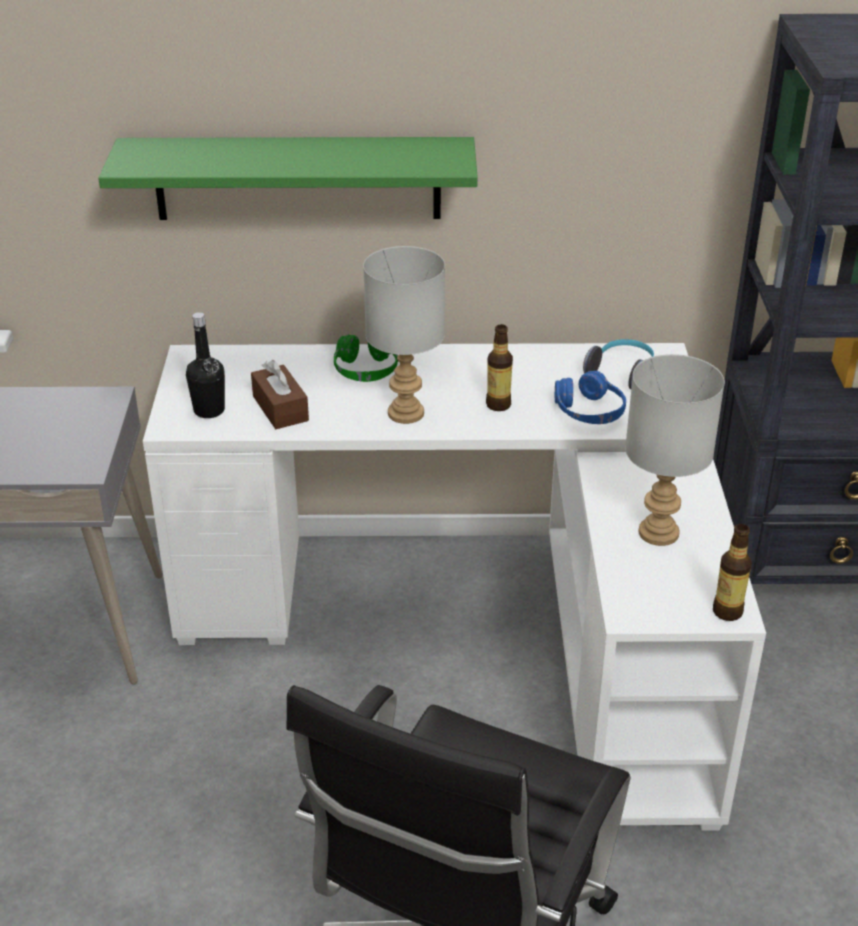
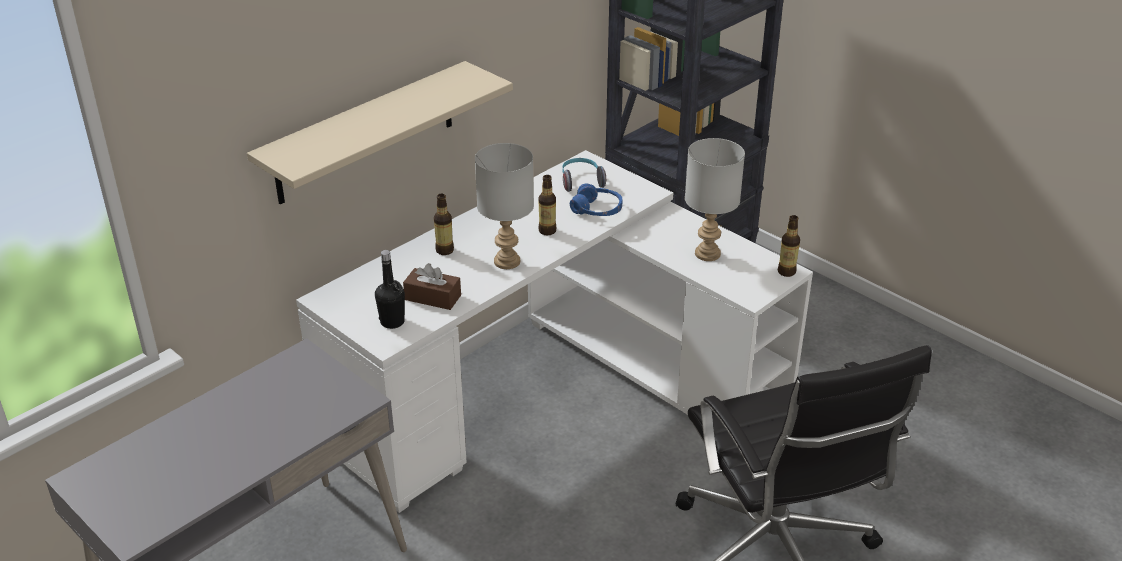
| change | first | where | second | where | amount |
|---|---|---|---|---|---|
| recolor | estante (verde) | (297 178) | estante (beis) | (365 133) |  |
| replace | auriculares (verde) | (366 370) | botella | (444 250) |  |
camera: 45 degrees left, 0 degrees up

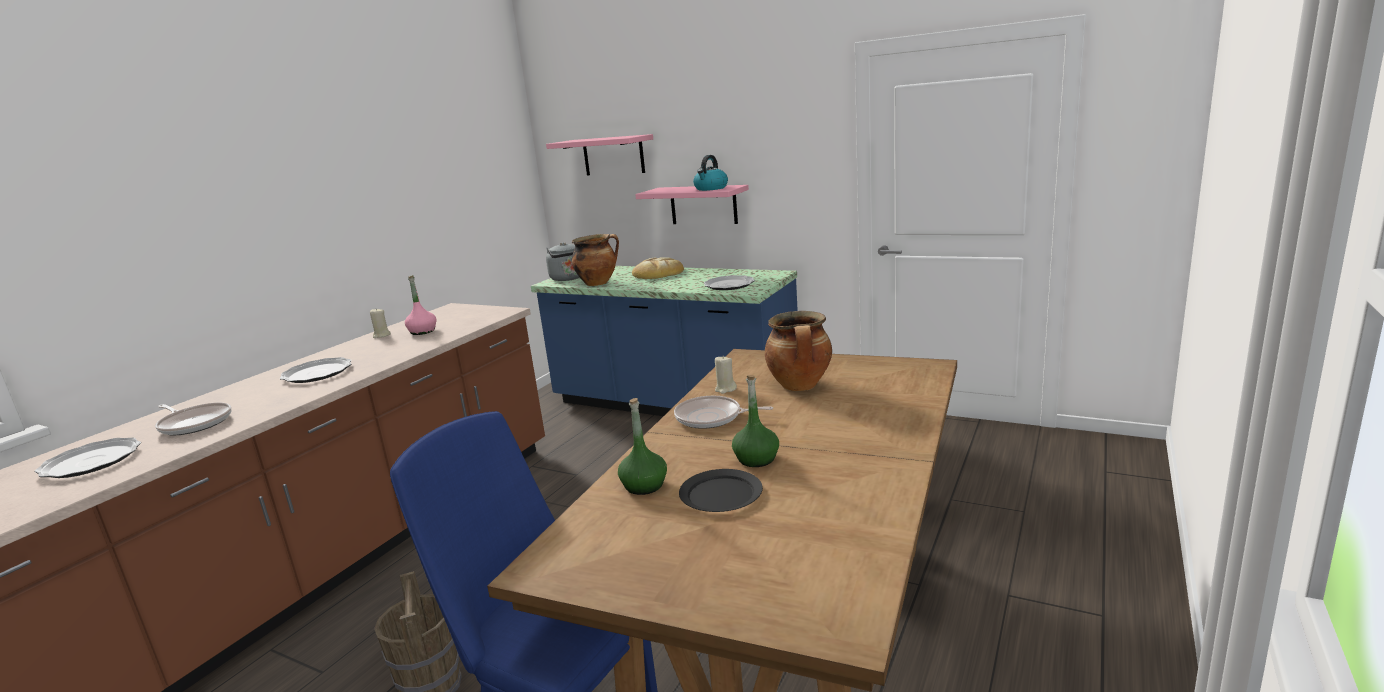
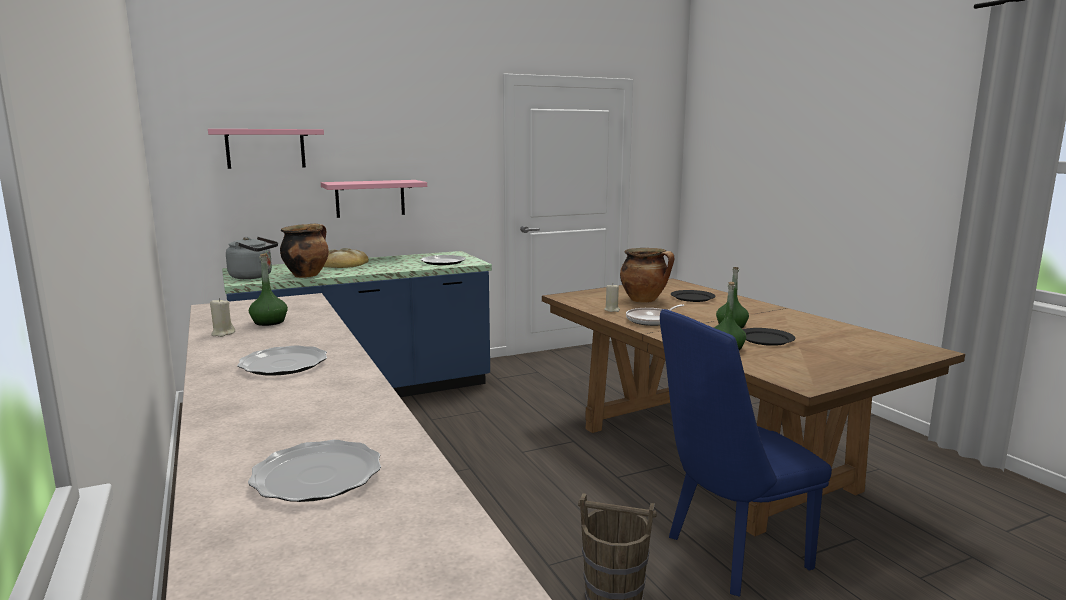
| change | first | where | second | where | amount |
|---|---|---|---|---|---|
| delete | hervidor | (711 188) |  |  |  |
| recolor | botella (rosa) | (422 331) | botella (verde) | (269 322) |  |
| delete | sartén | (194 423) |  |  |  |
| insert |  |  | plato (negro) | (692 298) |  |
camera: 55 degrees left, 5 degrees down

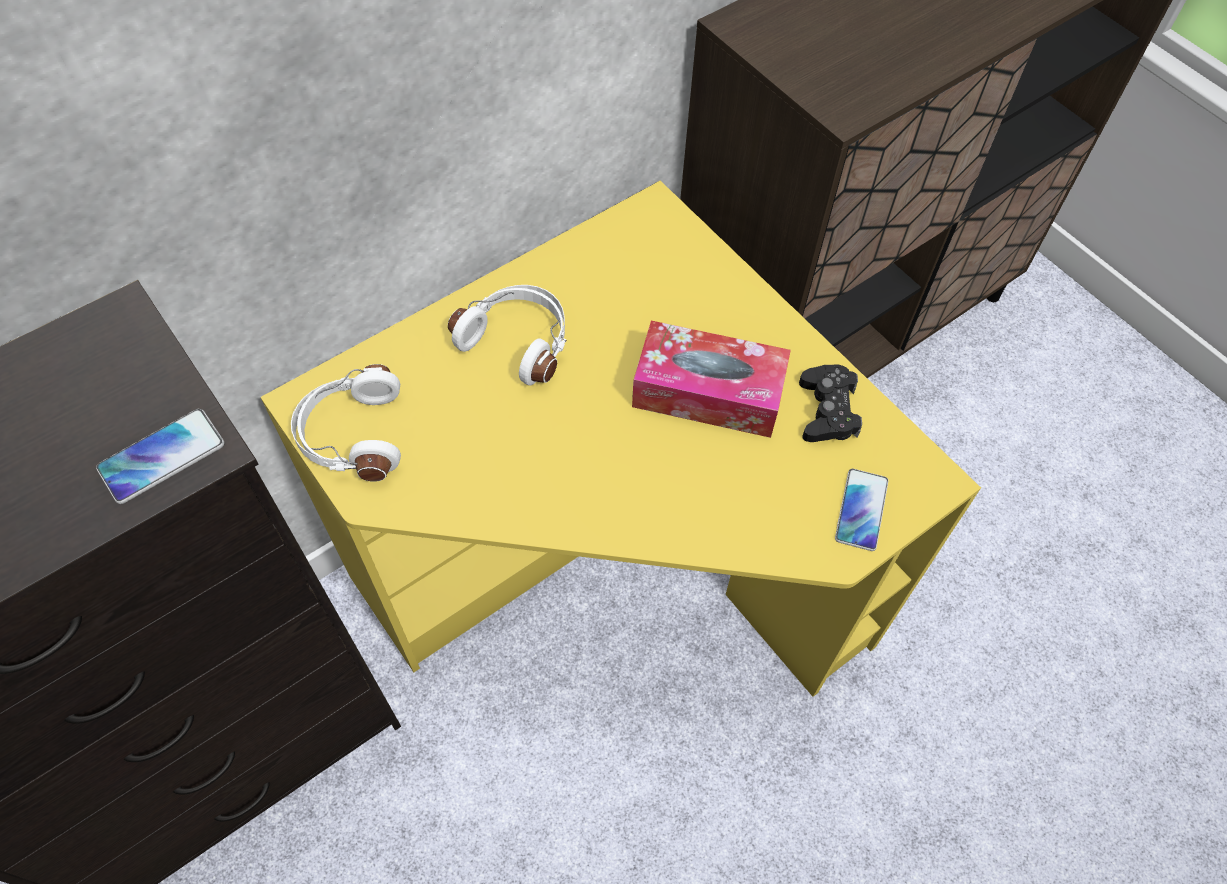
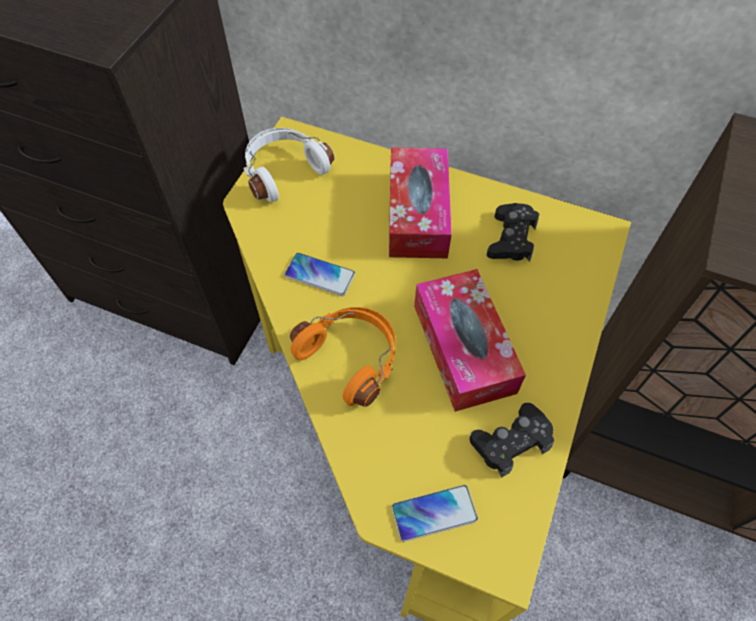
| change | first | where | second | where | amount |
|---|---|---|---|---|---|
| replace | auriculares (blanco) | (518 341) | caja de pañuelos | (417 214) |  |
| move | móvil | (162 457) |  | (320 275) |  |
| insert |  |  | mando de consola (negro) | (511 238) |  |
| insert |  |  | auriculares (naranja) | (351 357) |  |
camera: 60 degrees right, 0 degrees up

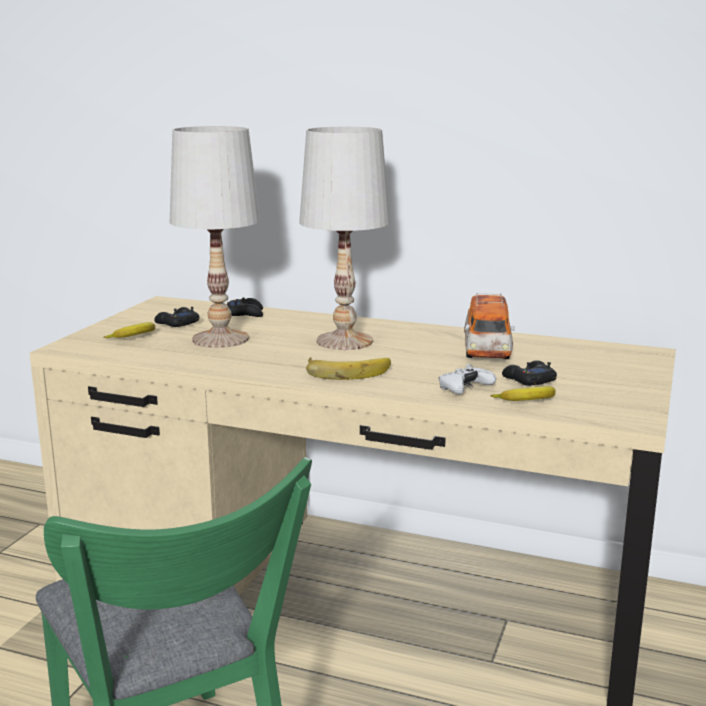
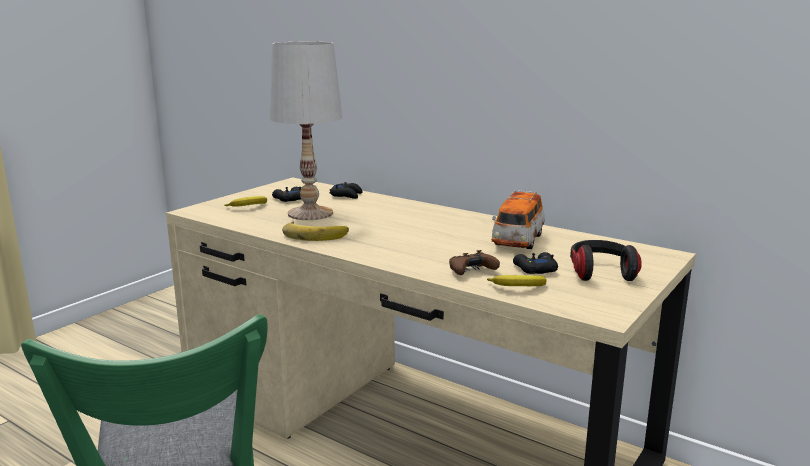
| change | first | where | second | where | amount |
|---|---|---|---|---|---|
| delete | lámpara de mesa (blanco) | (343 341) |  |  |  |
| move | plátano | (347 371) |  | (315 234) |  |
| recolor | mando de consola (blanco) | (464 389) | mando de consola (marrón) | (471 271) |  |
| insert |  |  | auriculares | (601 273) |  |
camera: 15 degrees right, 0 degrees up

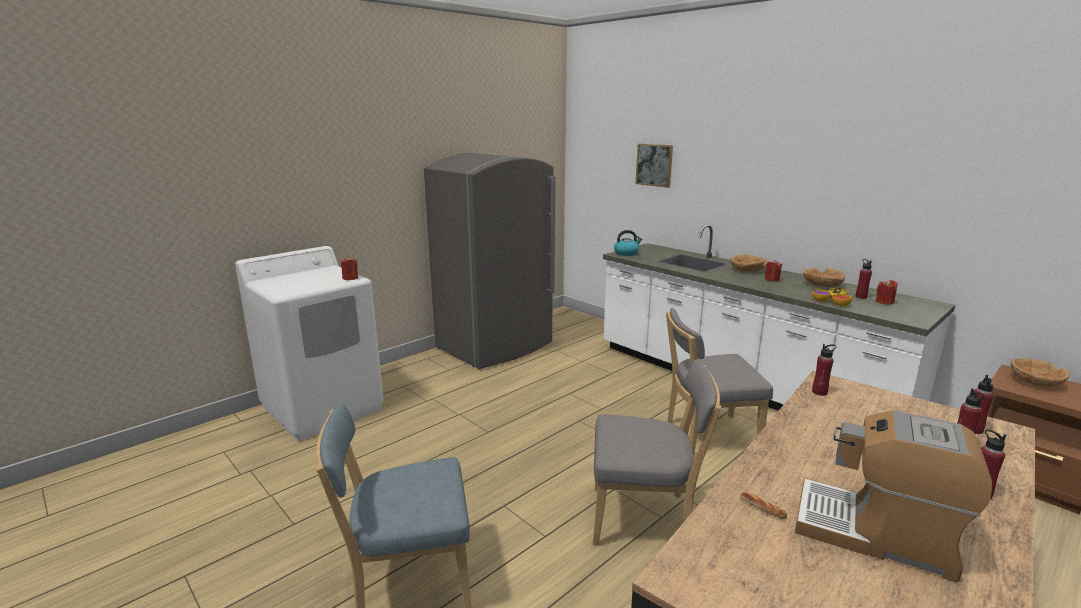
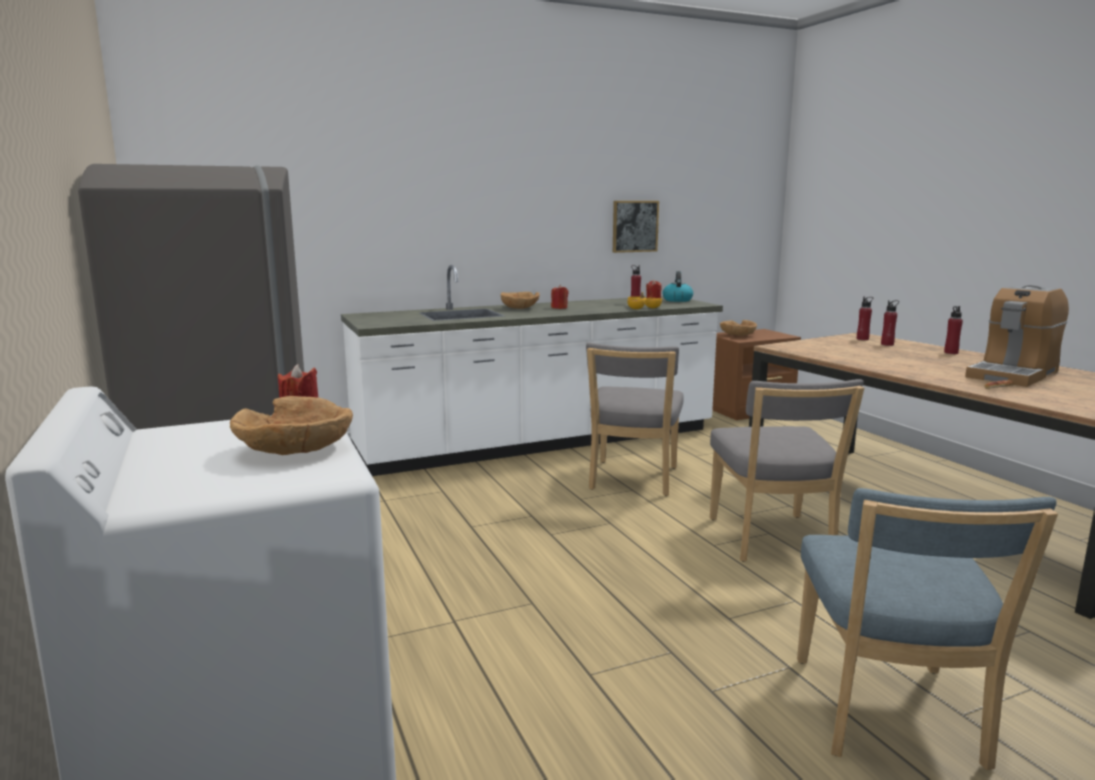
| change | first | where | second | where | amount |
|---|---|---|---|---|---|
| move | cuadro | (654 165) |  | (635 226) |  |
| move | hervidor | (626 253) |  | (677 300) |  |
| move | cuenco (marrón) | (822 285) |  | (297 449) |  |
| delete | botella (rojo) | (819 392) |  |  |  |
| rotate | silla (gris) | (645 519) |  | (772 541) | 150 degrees clockwise |
camera: 70 degrees left, 5 degrees down

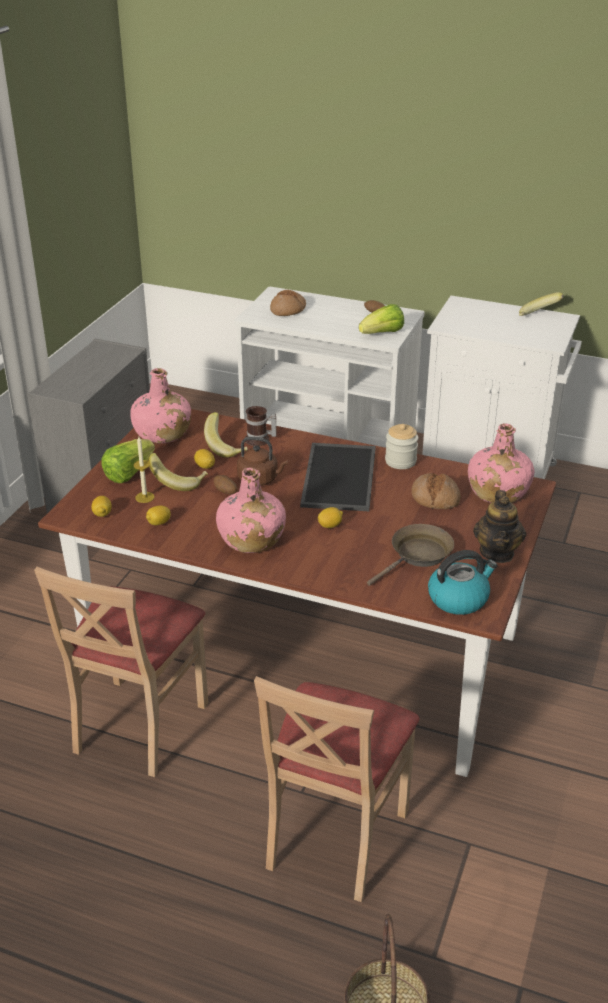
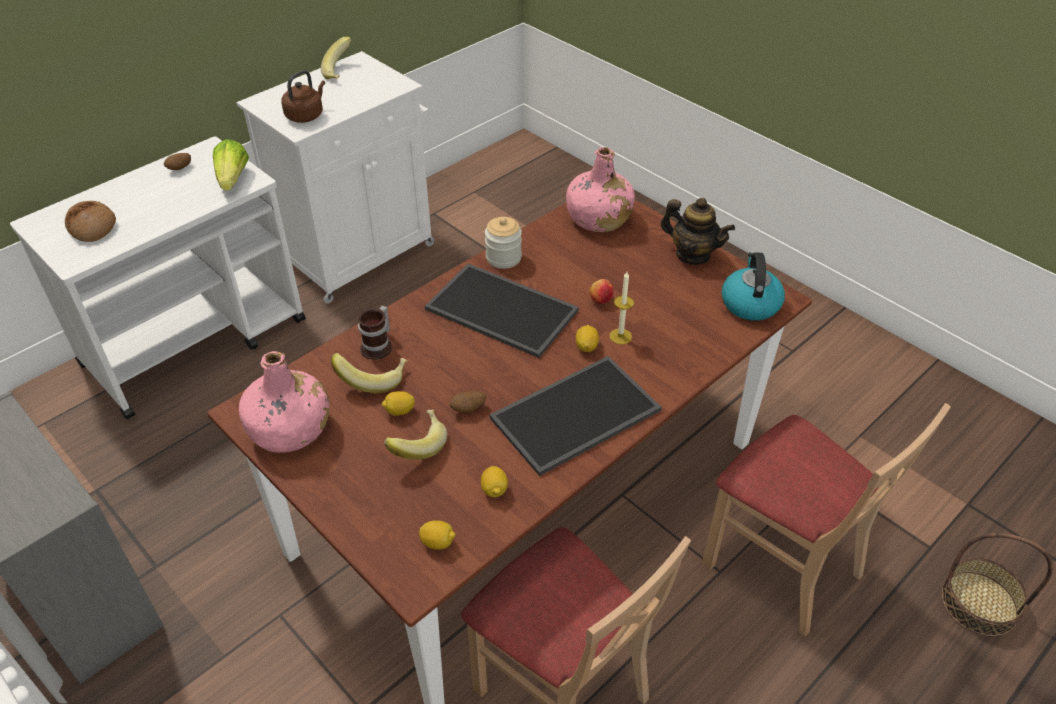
| change | first | where | second | where | amount |
|---|---|---|---|---|---|
| move | vela | (145 497) |  | (620 336) |  |
| move | hervidor (marrón) | (260 479) |  | (306 115) |  |
| delete | lechuga | (128 473) |  |  |  |
| replace | botella (rosa) | (251 539) | bandeja | (575 416) |  |
| delete | pan | (435 498) |  |  |  |
| delete | sartén (marrón) | (418 555) |  |  |  |
| insert |  |  | manzana | (600 299) |  |
camera: 65 degrees left, 10 degrees up

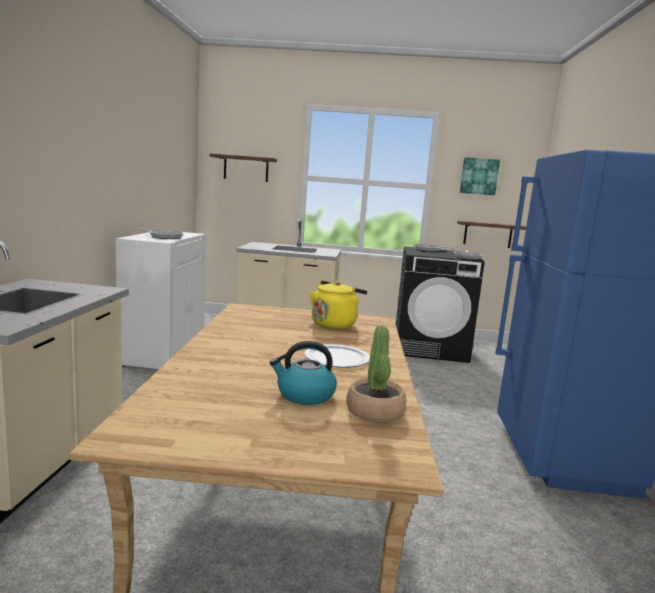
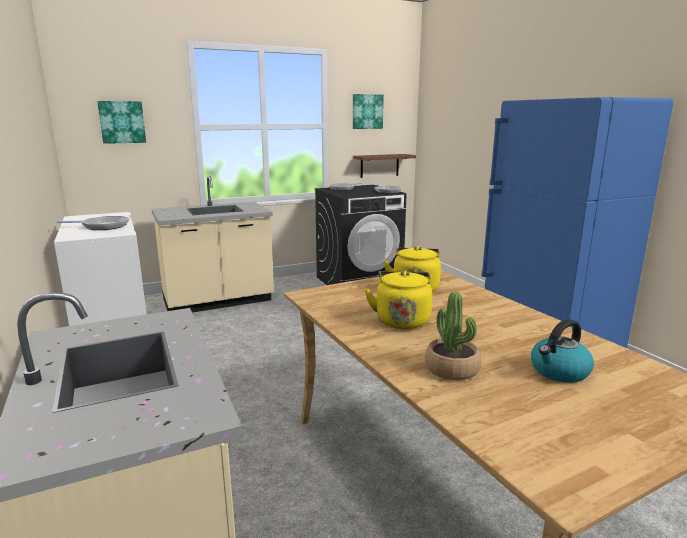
| change | first | where | second | where | amount |
|---|---|---|---|---|---|
| replace | estante (marrón) | (246 168) | cuadro | (122 122) |  |
| move | planta en maceta | (375 412) |  | (452 369) |  |
| delete | plato | (337 358) |  |  |  |
| insert |  |  | hervidor (amarillo) | (402 320) |  |
camera: 30 degrees left, 5 degrees up

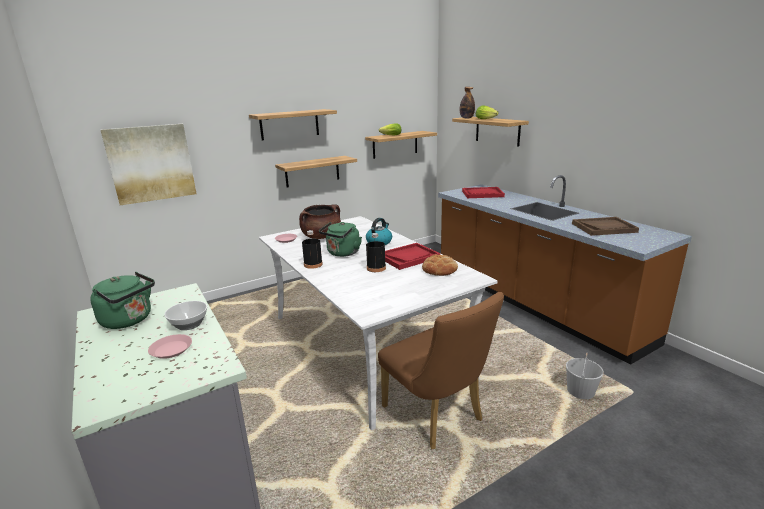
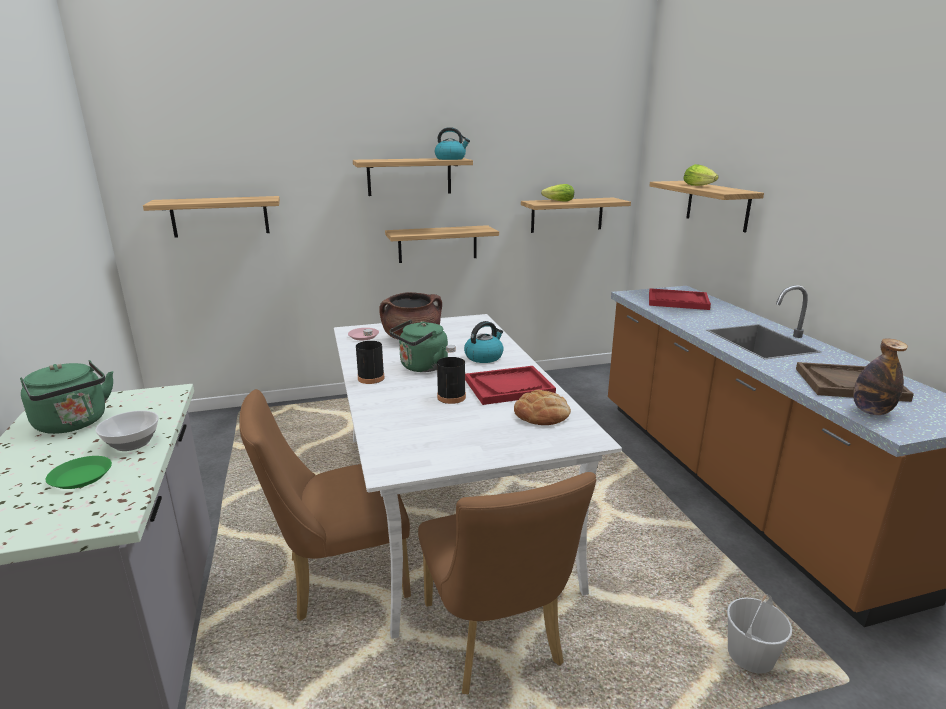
| change | first | where | second | where | amount |
|---|---|---|---|---|---|
| move | botella | (466 118) |  | (871 411) |  |
| replace | cuadro | (151 163) | estante | (220 216) |  |
| recolor | plato (rosa) | (171 349) | plato (verde) | (80 477) |  |
| insert |  |  | hervidor | (451 159) |  |
| insert |  |  | silla (marrón) | (338 578) |  |
camera: 15 degrees right, 0 degrees up

